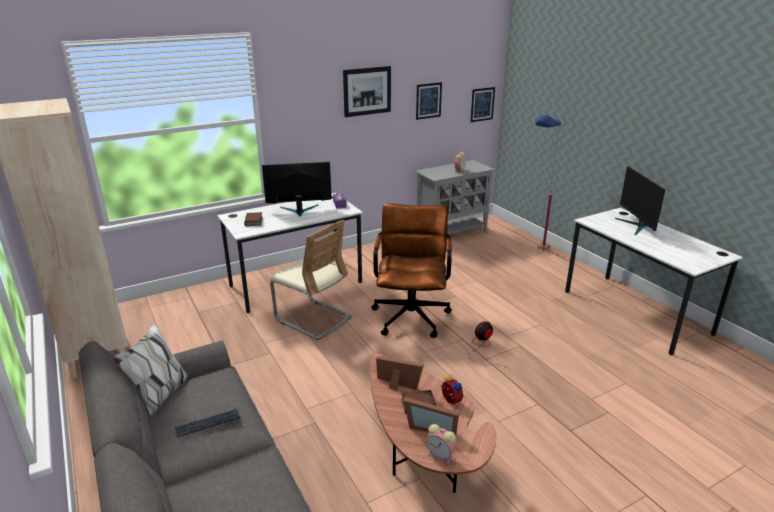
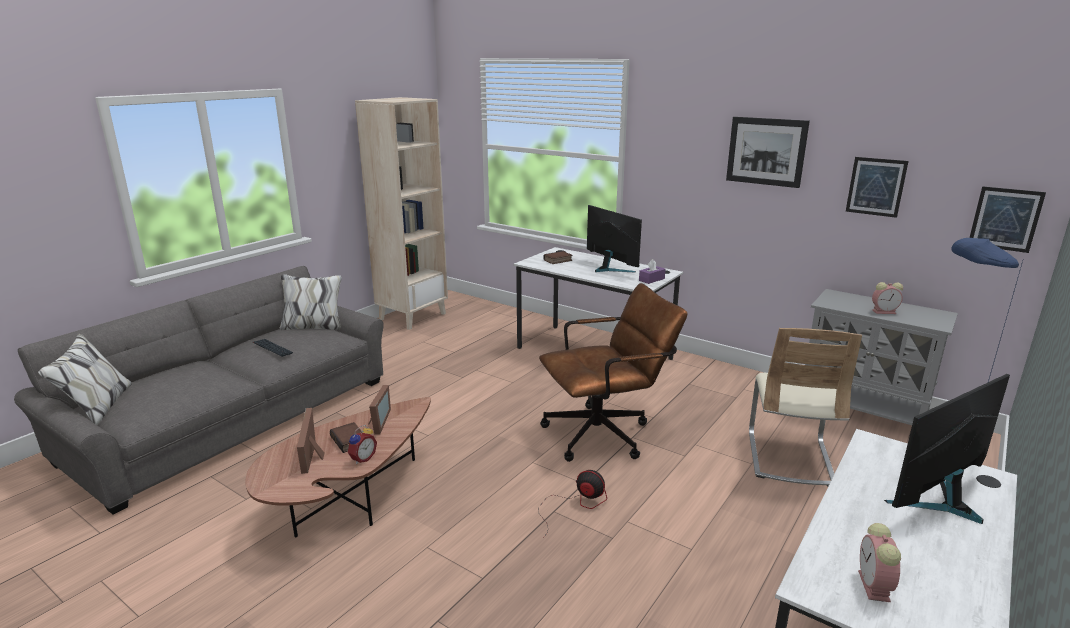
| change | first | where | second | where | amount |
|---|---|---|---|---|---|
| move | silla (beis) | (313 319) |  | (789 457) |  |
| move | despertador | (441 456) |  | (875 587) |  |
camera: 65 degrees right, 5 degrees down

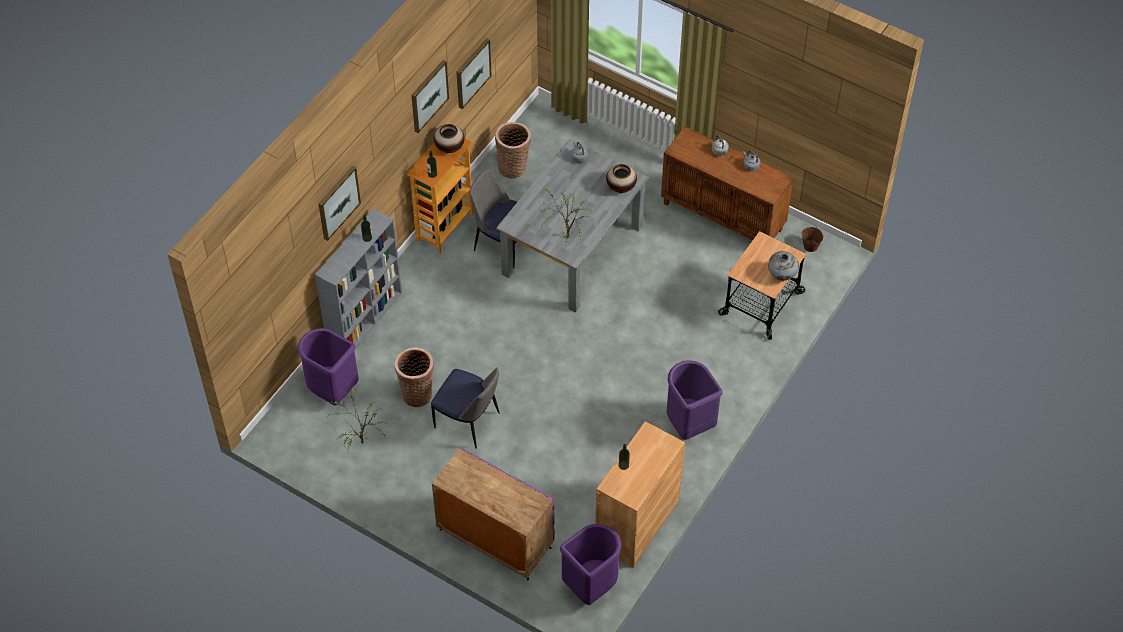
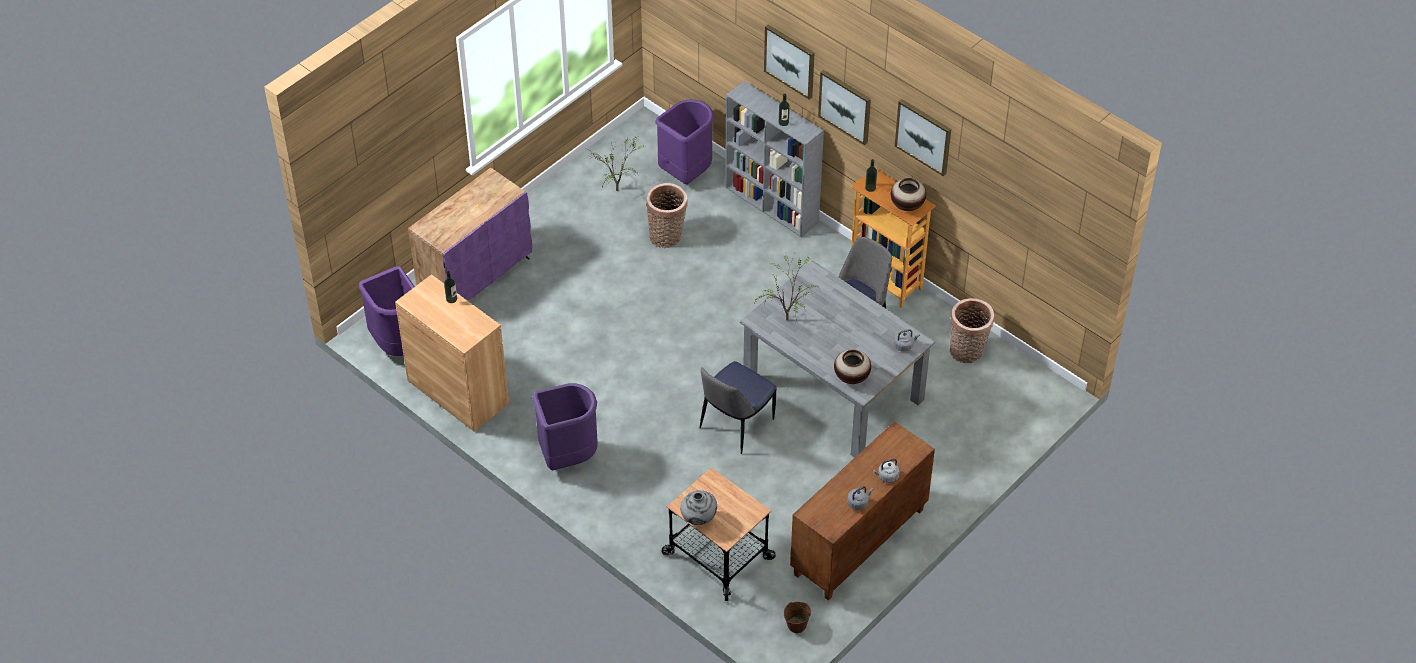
| change | first | where | second | where | amount |
|---|---|---|---|---|---|
| move | cuadro | (472 73) |  | (845 106) |  |
| move | silla | (468 422) |  | (735 425) |  |
camera: 100 degrees right, 5 degrees down

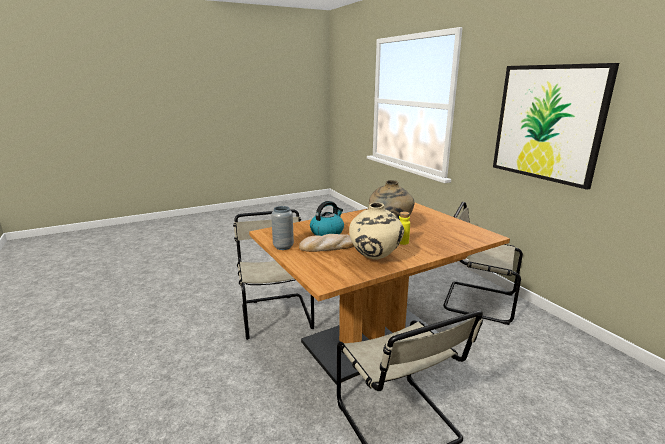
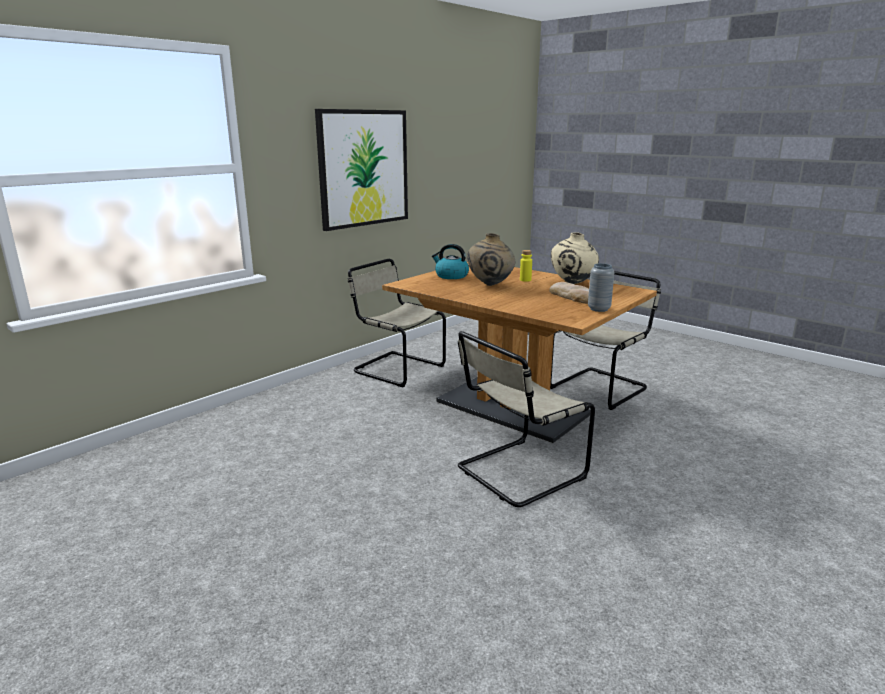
| change | first | where | second | where | amount |
|---|---|---|---|---|---|
| move | hervidor | (327 232) |  | (451 276) |  |
| rotate | silla (beis) | (476 301) |  | (396 368) | 120 degrees clockwise |
camera: 110 degrees left, 0 degrees up

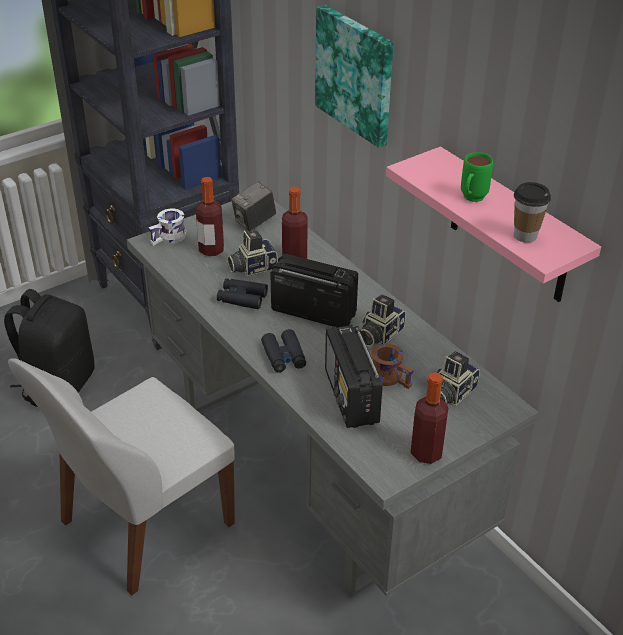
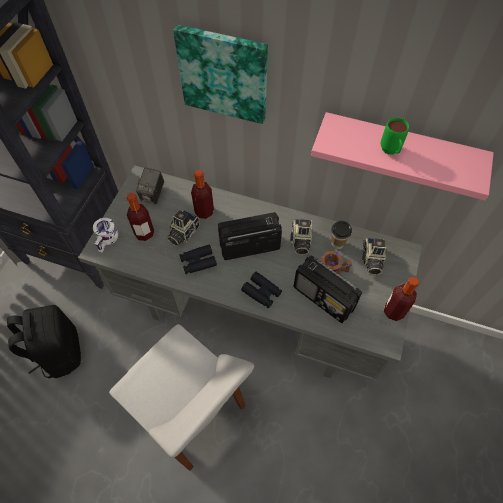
| change | first | where | second | where | amount |
|---|---|---|---|---|---|
| move | taza | (525 236) |  | (337 244) |  |
| rotate | silla (blanco) | (143 525) |  | (191 411) | 60 degrees counterclockwise |
camera: 35 degrees left, 20 degrees up

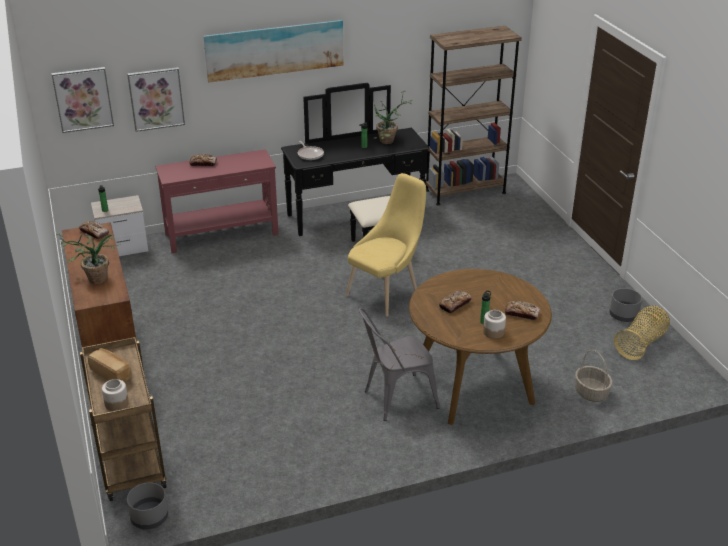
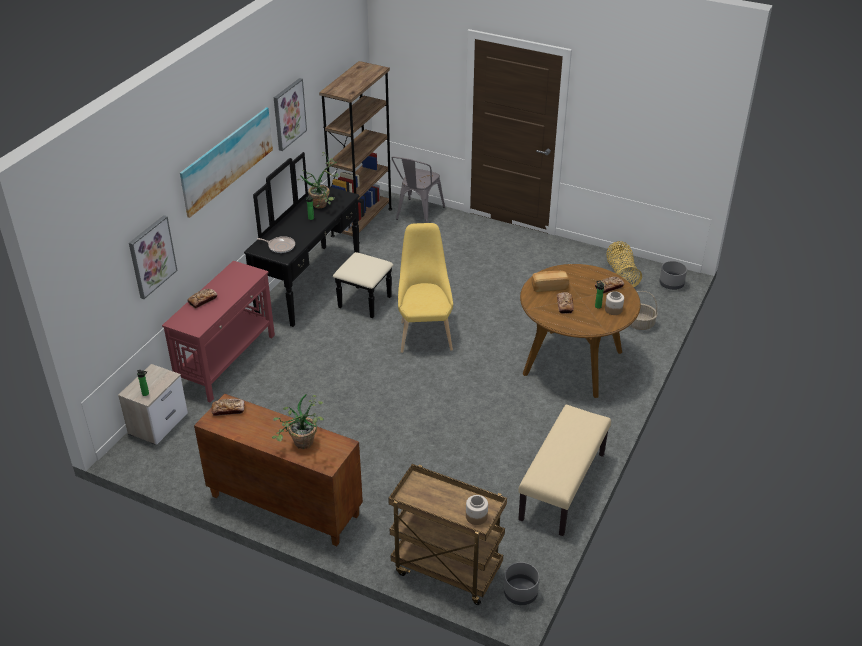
| change | first | where | second | where | amount |
|---|---|---|---|---|---|
| move | cuadro | (83 99) |  | (289 114) |  |
| move | maceta (gris) | (624 315) |  | (671 284) |  |
| move | silla (gris) | (395 399) |  | (417 214) |  |
| move | pan | (112 374) |  | (549 287) |  |
| insert |  |  | banco (beis) | (563 487) |  |
camera: 45 degrees left, 5 degrees up

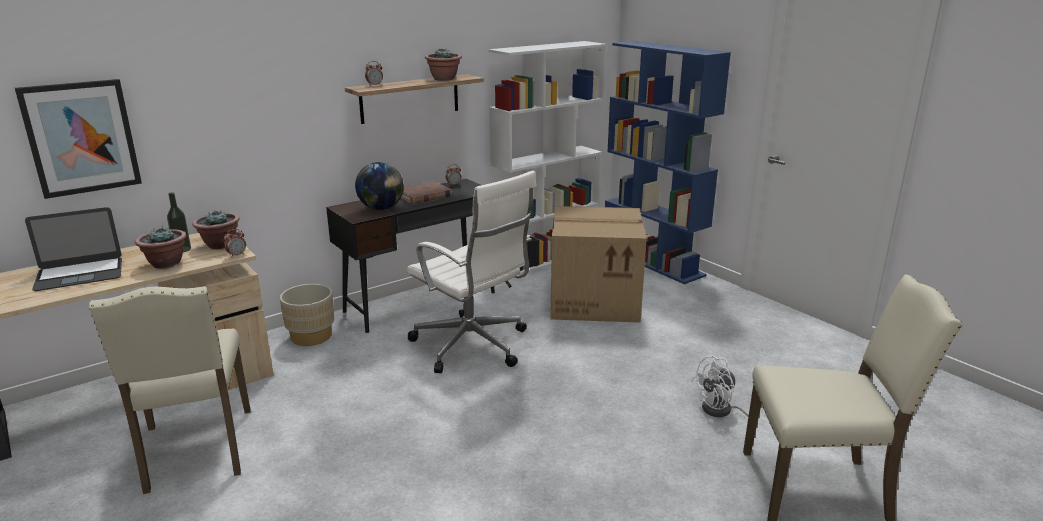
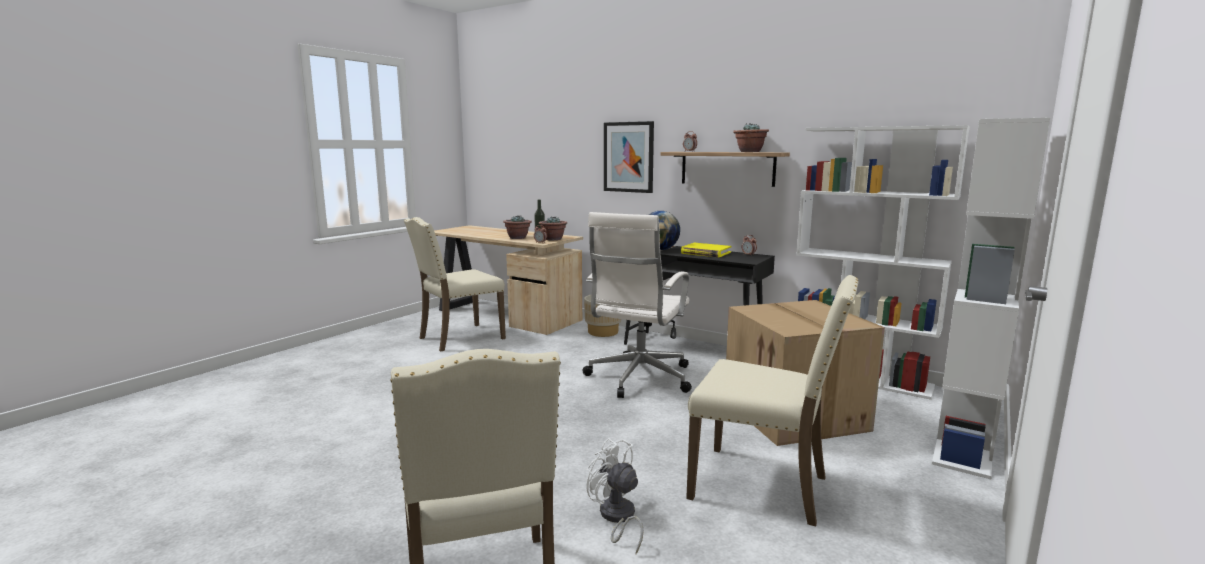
| change | first | where | second | where | amount |
|---|---|---|---|---|---|
| recolor | estantería (azul) | (653 261) | estantería (blanco) | (966 435) |  |
| move | cuadro | (81 138) |  | (628 157) |  |
| recolor | libro (marrón) | (423 196) | libro (amarillo) | (705 253) |  |
| delete | portátil | (80 274) |  |  |  |
| insert |  |  | silla (beis) | (762 486) |  |
camera: 70 degrees right, 10 degrees down

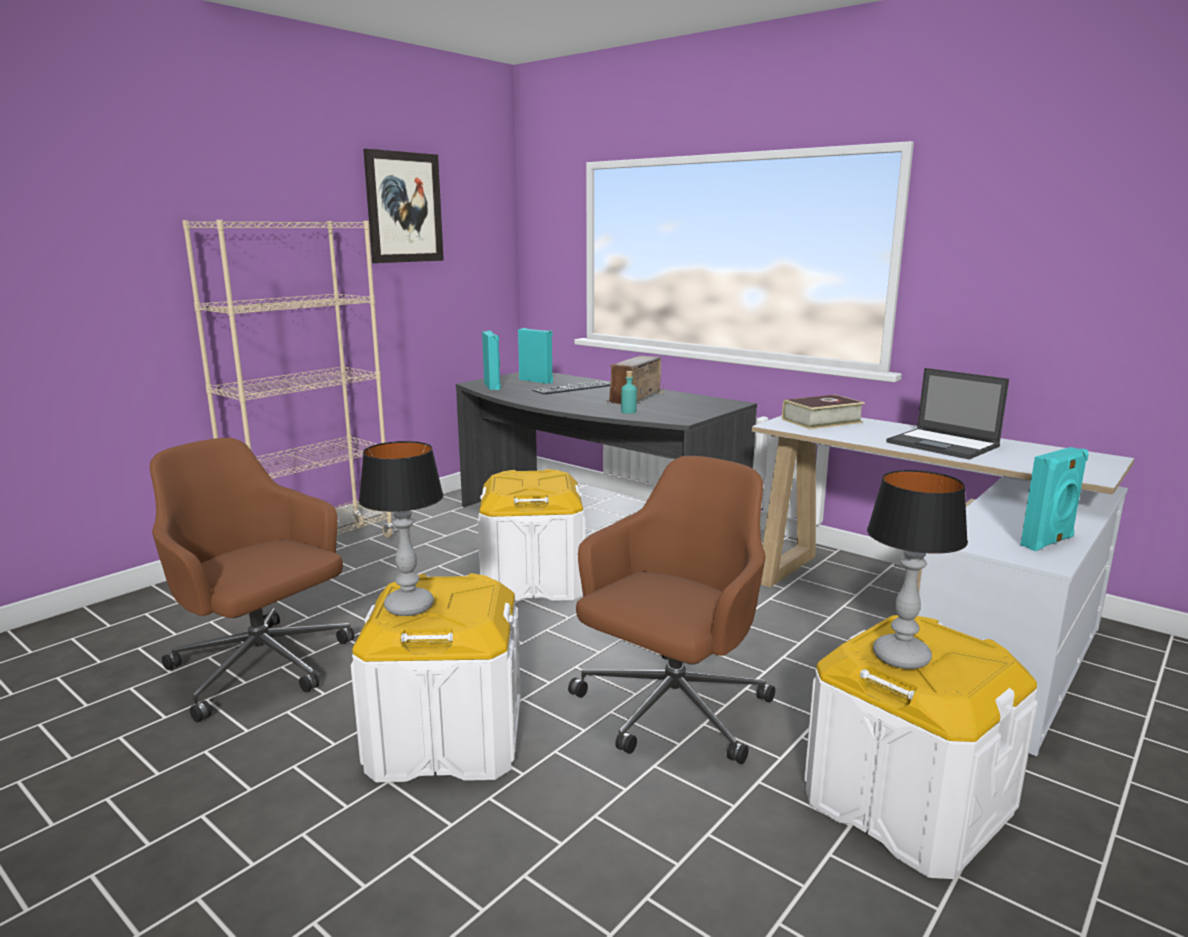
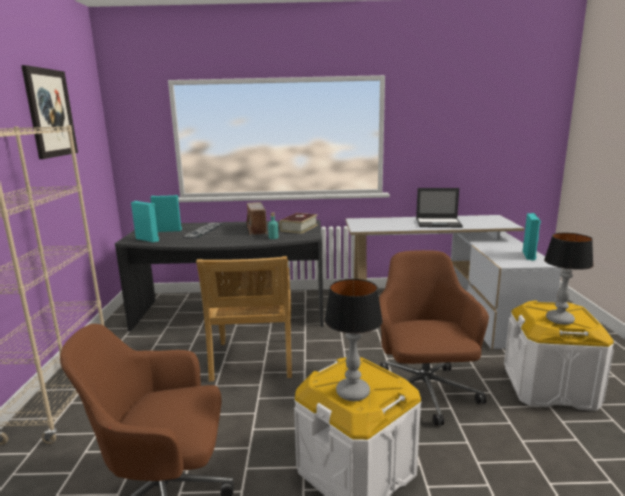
| change | first | where | second | where | amount |
|---|---|---|---|---|---|
| move | libro | (821 421) |  | (299 228) |  |
| replace | caja de almacenaje (blanco) | (532 582) | silla (beis) | (253 360) |  |
camera: 40 degrees left, 0 degrees up

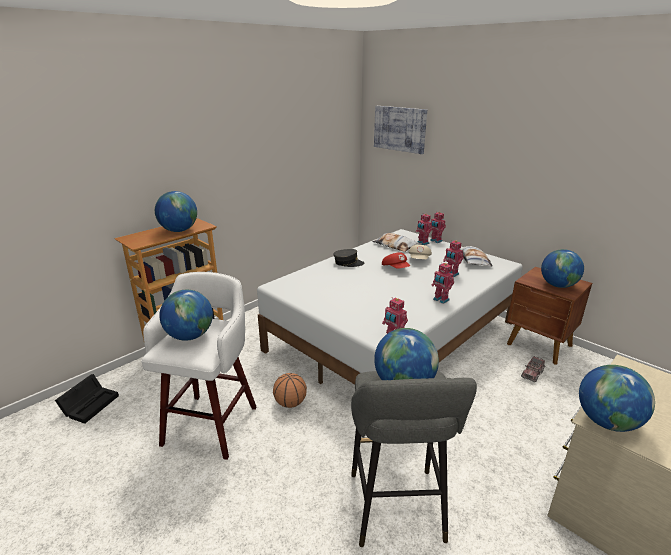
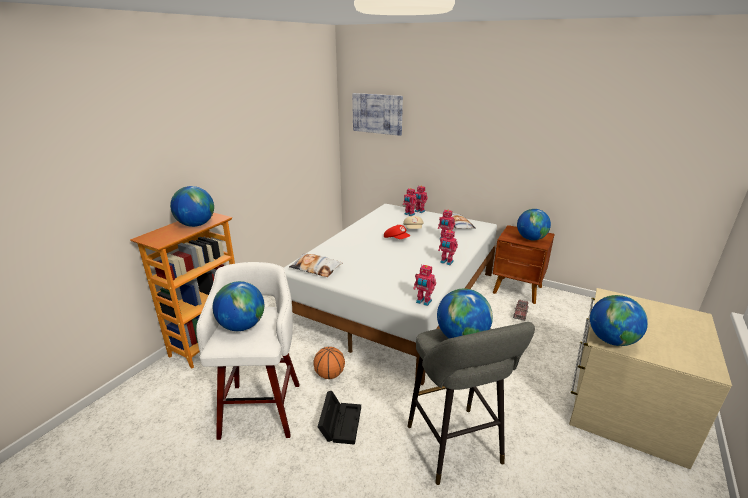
| change | first | where | second | where | amount |
|---|---|---|---|---|---|
| move | cojín | (395 245) |  | (316 268) |  |
| delete | gorra (gris) | (348 263) |  |  |  |
| move | caja de almacenaje (negro) | (91 404) |  | (340 422) |  |
camera: 15 degrees left, 0 degrees up

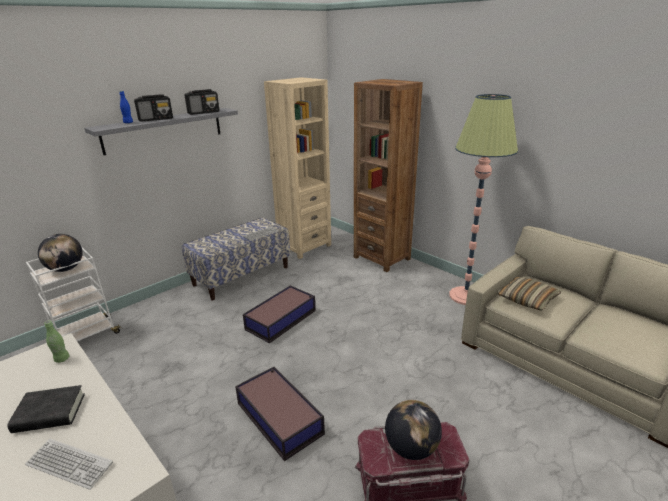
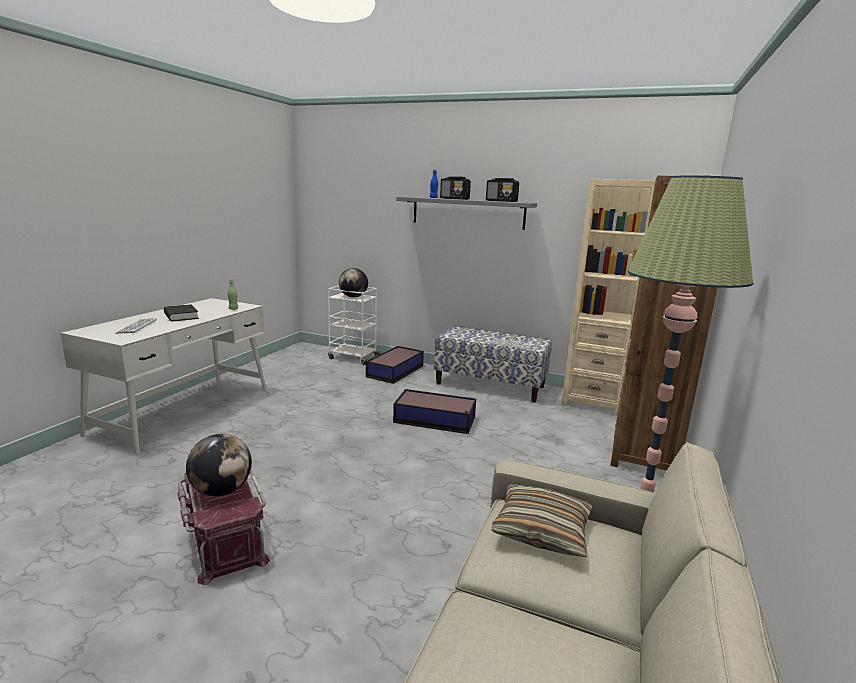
| change | first | where | second | where | amount |
|---|---|---|---|---|---|
| move | caja de almacenaje | (279 417) |  | (396 371) |  |
camera: 65 degrees right, 10 degrees down

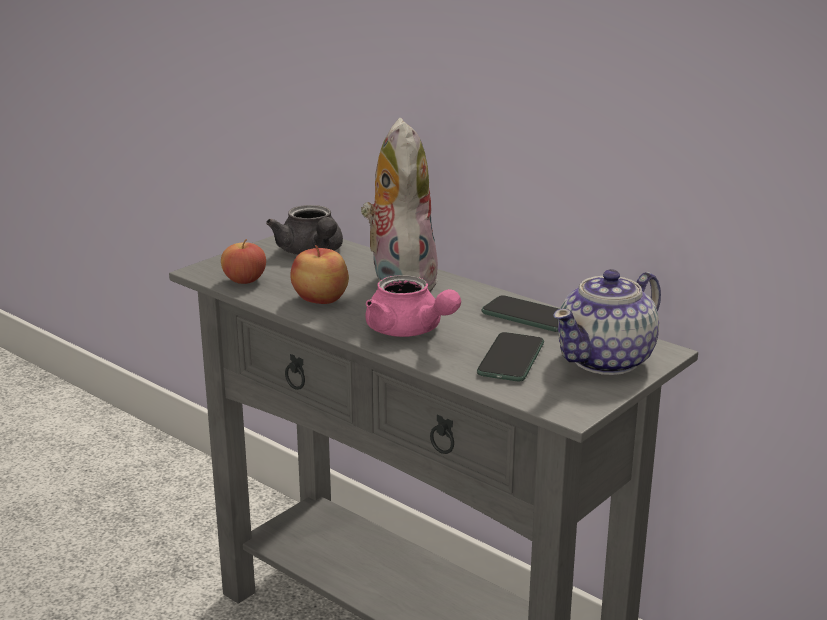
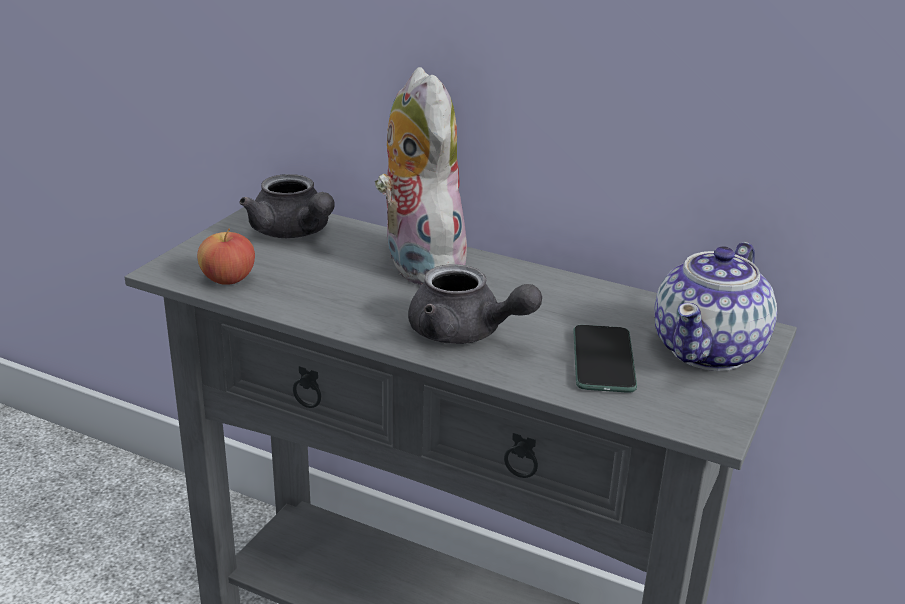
| change | first | where | second | where | amount |
|---|---|---|---|---|---|
| delete | manzana | (320 299) |  |  |  |
| recolor | tetera (rosa) | (409 331) | tetera (gris) | (465 333) |  |
| delete | móvil | (528 316) |  |  |  |
camera: 15 degrees left, 5 degrees up

